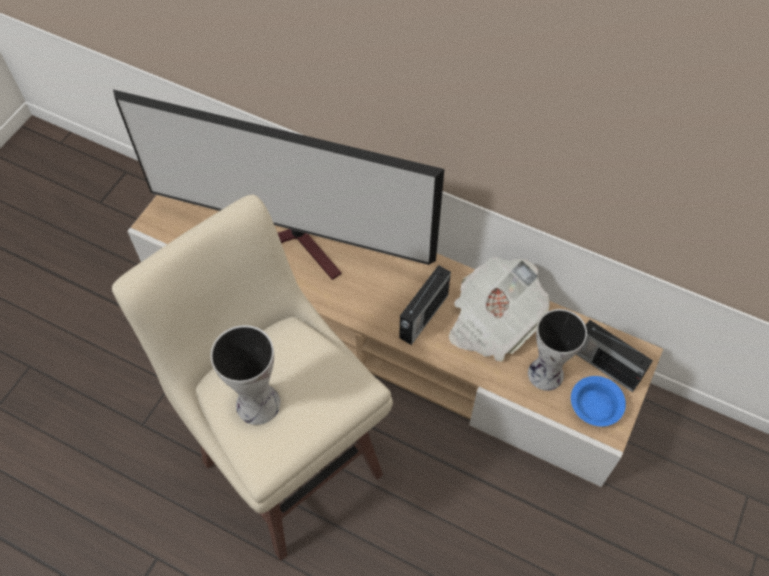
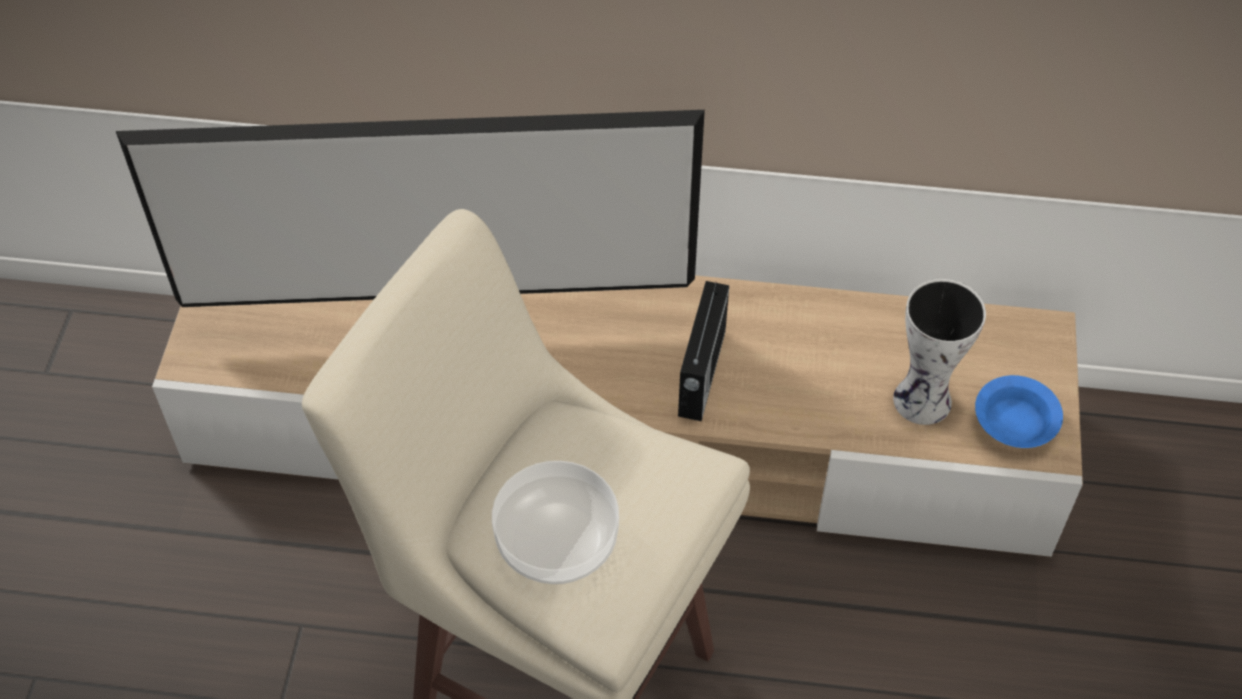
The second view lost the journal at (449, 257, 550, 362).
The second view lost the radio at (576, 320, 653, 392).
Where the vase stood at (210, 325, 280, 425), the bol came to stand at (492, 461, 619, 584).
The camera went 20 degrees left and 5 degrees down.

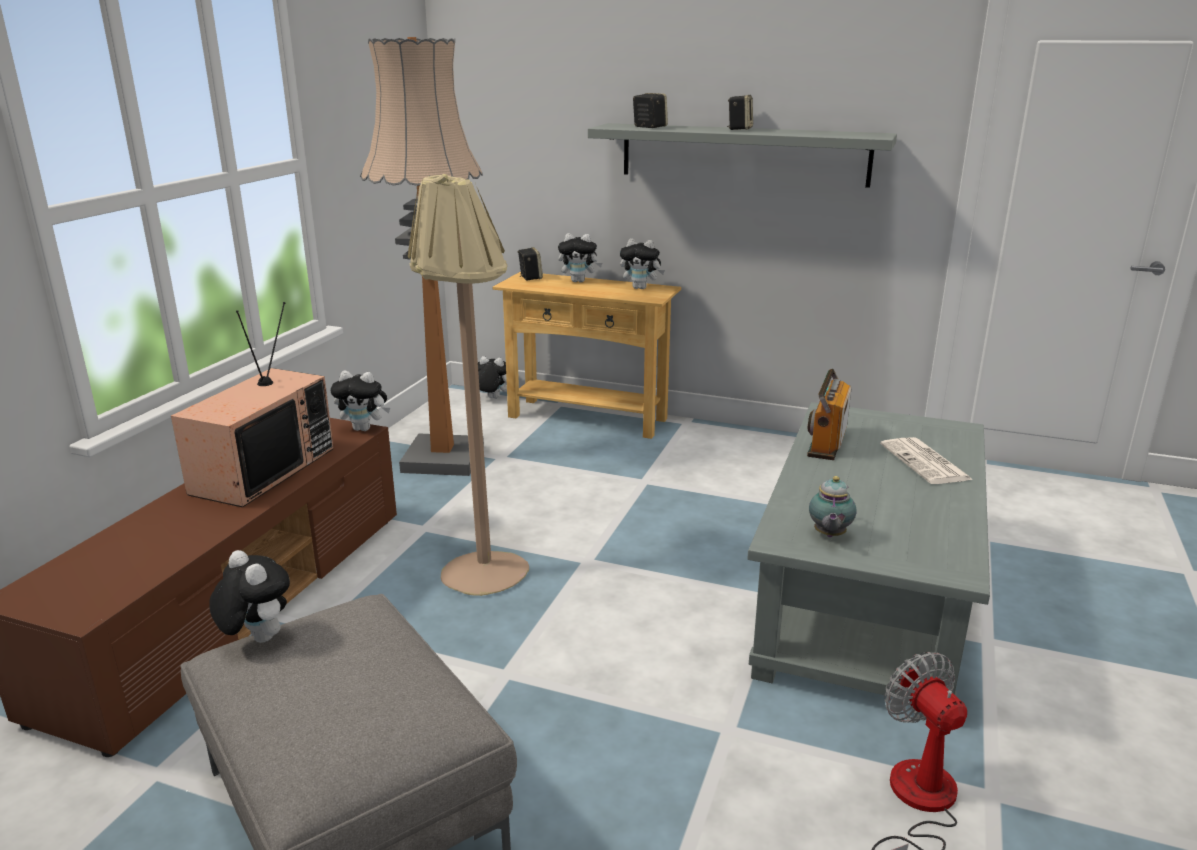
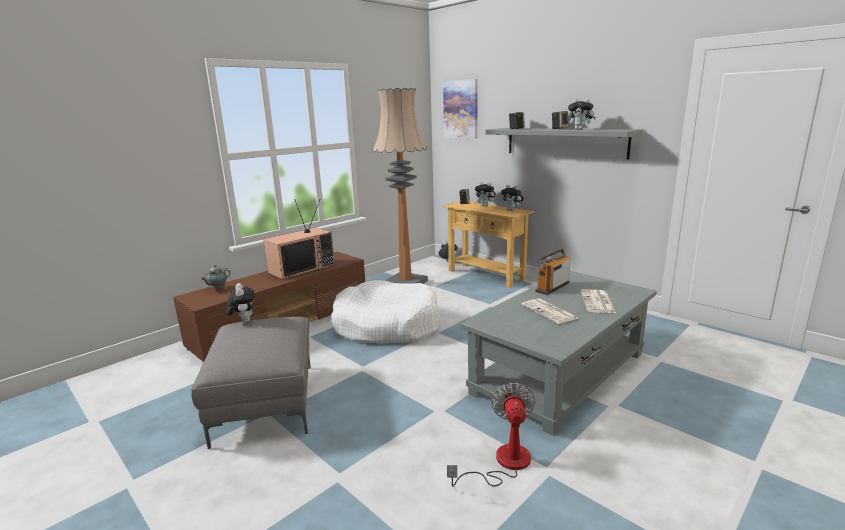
The second view gained the tableau at (443, 79, 477, 139).
The second view gained the journal at (522, 298, 578, 324).
The peluche ended up elsewhere, having gone from (330, 371, 390, 431) to (568, 98, 596, 130).
The théière ended up elsewhere, having gone from (809, 476, 857, 537) to (201, 265, 230, 290).
Where the lampadaire [beige] stood at (408, 174, 529, 596), the panier pour chien [blanc] came to stand at (331, 280, 440, 344).
The camera went 25 degrees right and 5 degrees down.

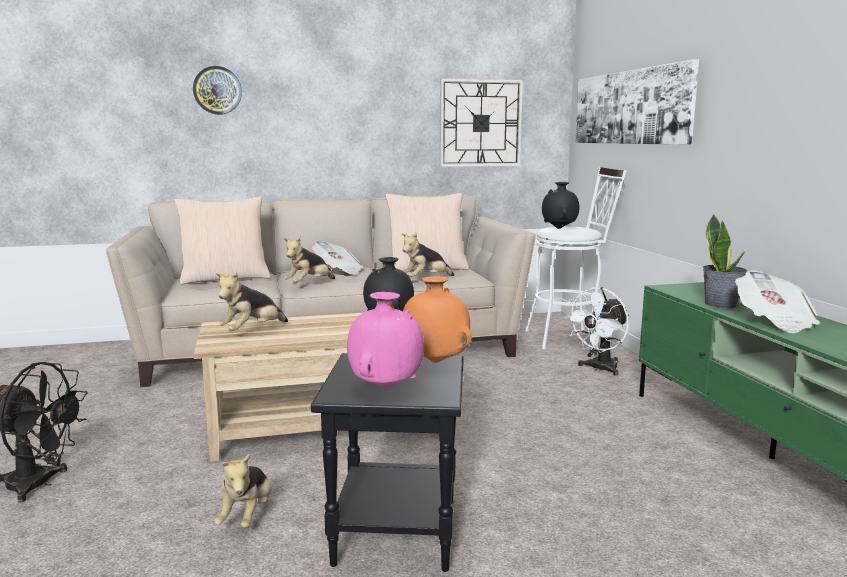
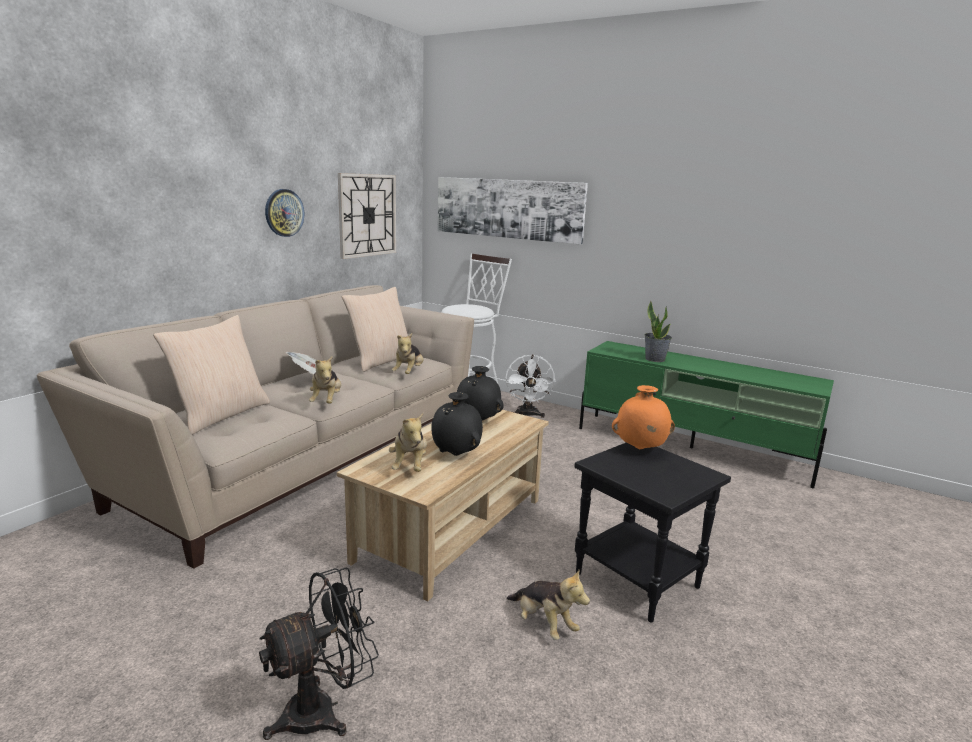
The second view lost the vase [rose] at (347, 292, 424, 388).
The second view lost the journal at (735, 270, 820, 333).
The horloge murale ended up elsewhere, having gone from (193, 66, 242, 115) to (265, 189, 304, 237).
The vase [noir] ended up elsewhere, having gone from (542, 182, 579, 229) to (431, 392, 483, 456).
The camera went 45 degrees left and 5 degrees up.

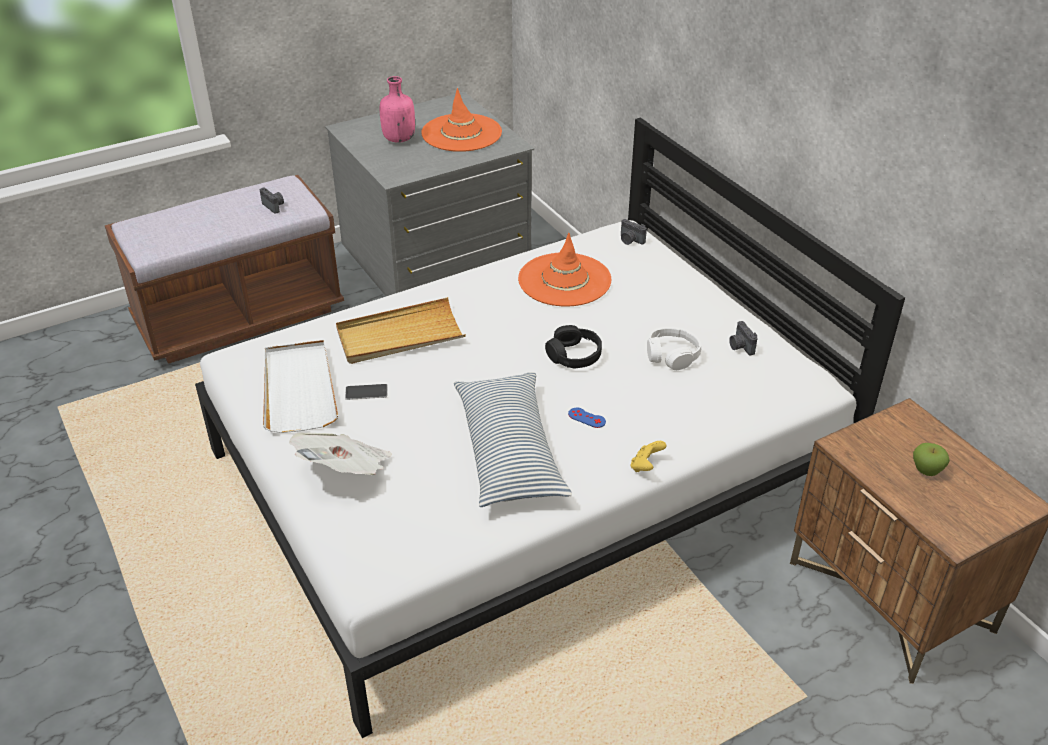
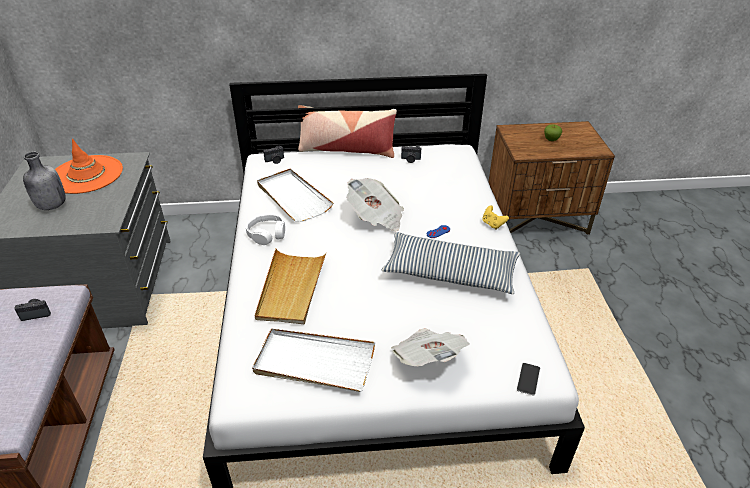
The second view gained the coussin at (298, 105, 397, 158).
The téléphone ended up elsewhere, having gone from (345, 384, 388, 400) to (517, 363, 540, 396).
The casque audio [blanc] ended up elsewhere, having gone from (647, 327, 701, 370) to (246, 214, 285, 245).
Where the chapeau [orange] stood at (518, 233, 611, 307), the plateau [blanc] came to stand at (257, 168, 333, 222).
Where the casque audio [noir] stood at (545, 325, 602, 368), the journal came to stand at (346, 178, 404, 231).
What was the bouteille [rose] at (380, 76, 415, 143) turned into the bouteille [gris] at (23, 152, 66, 210).
The camera went 65 degrees left and 0 degrees up.

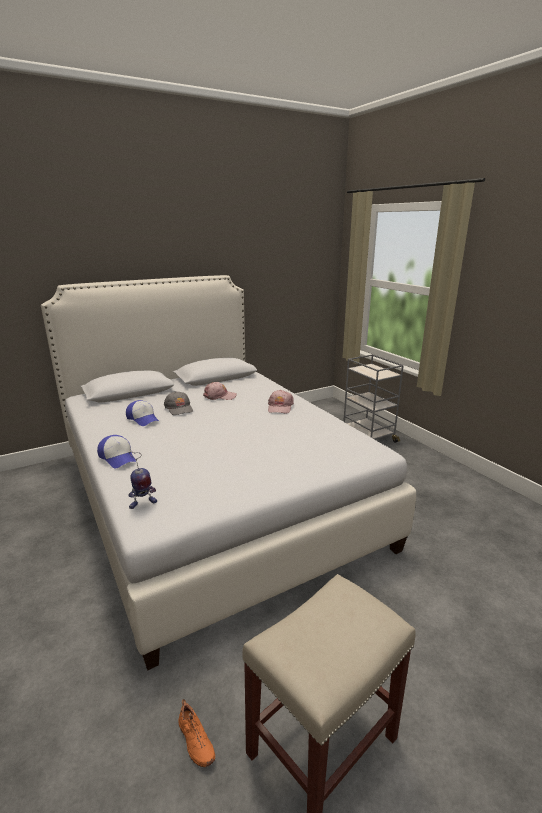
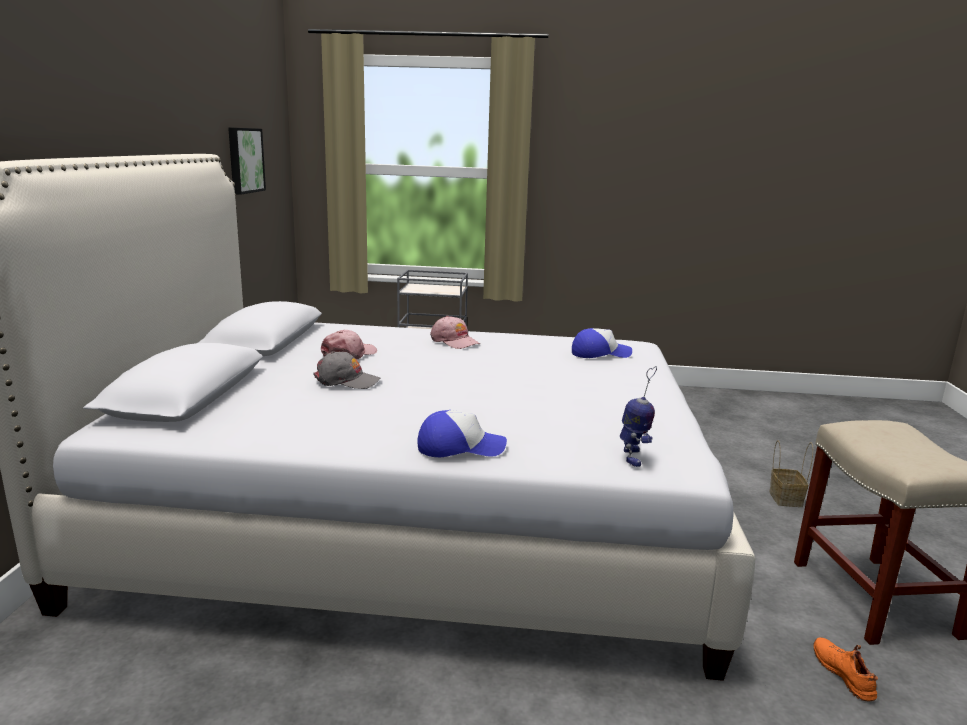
The second view gained the tableau at (228, 127, 266, 195).
The second view gained the panier at (769, 440, 813, 507).
The casquette ended up elsewhere, having gone from (126, 400, 159, 426) to (572, 328, 632, 358).
The chaussure [orange] at (178, 699, 215, 767) ended up facing another way, 105 degrees counterclockwise from before.
The camera went 55 degrees left and 5 degrees down.

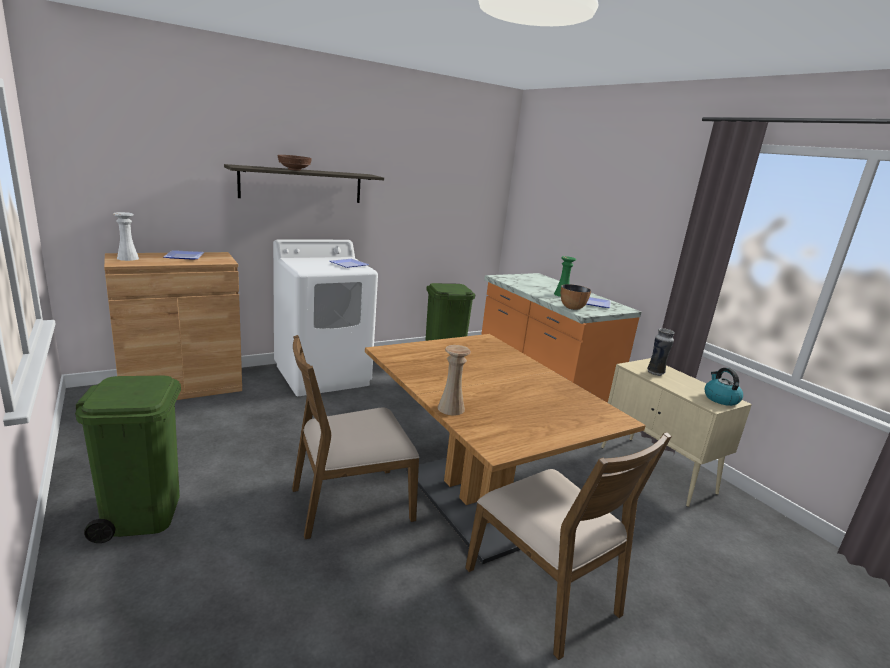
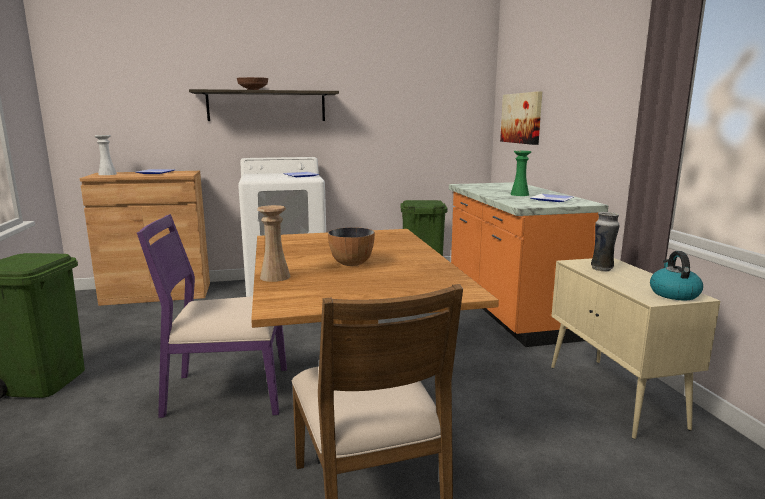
The second view gained the tableau at (500, 91, 542, 145).
The bol ended up elsewhere, having gone from (561, 284, 591, 310) to (328, 227, 375, 266).
What was the chaise [marron] at (292, 335, 419, 539) turned into the chaise [violet] at (137, 214, 287, 418).
The camera went 20 degrees right and 5 degrees down.

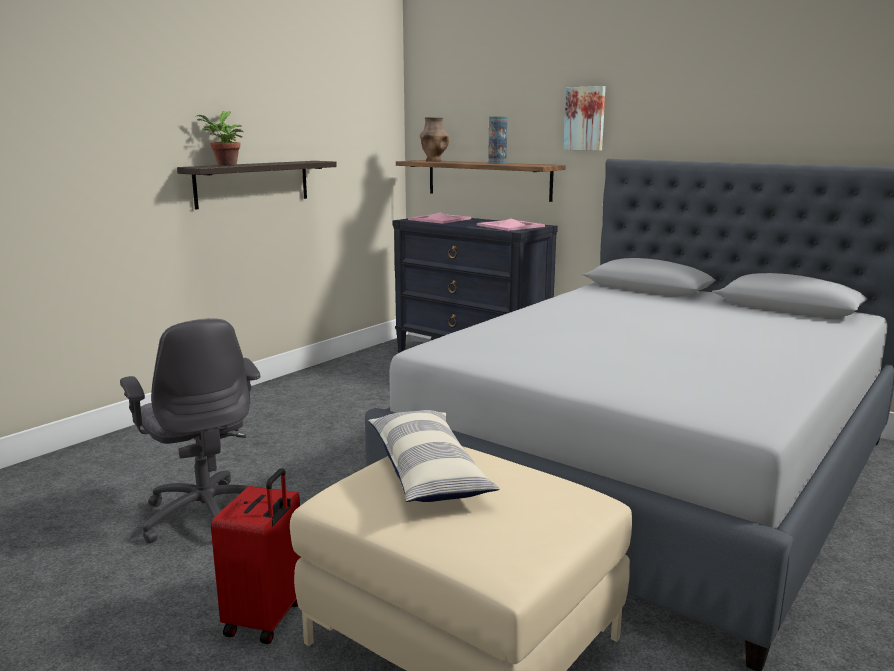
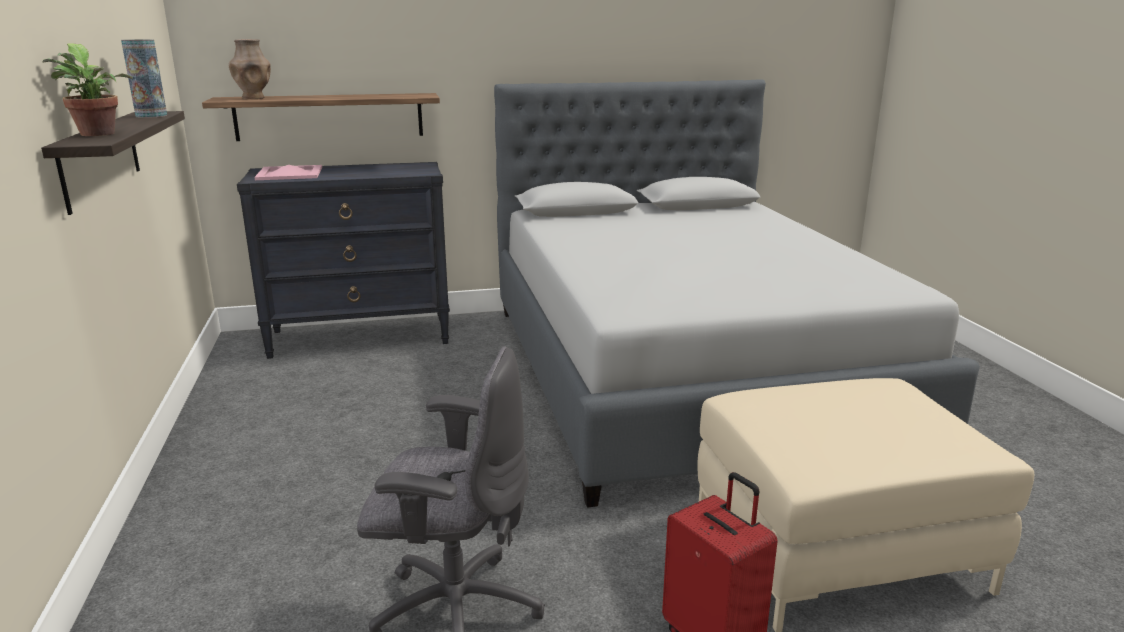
The second view lost the coussin at (368, 410, 500, 502).
The second view lost the plateau [rose] at (477, 219, 545, 231).
The second view lost the tableau at (564, 86, 606, 151).
The vase ended up elsewhere, having gone from (488, 116, 507, 164) to (121, 39, 167, 118).
The camera went 50 degrees left and 5 degrees up.

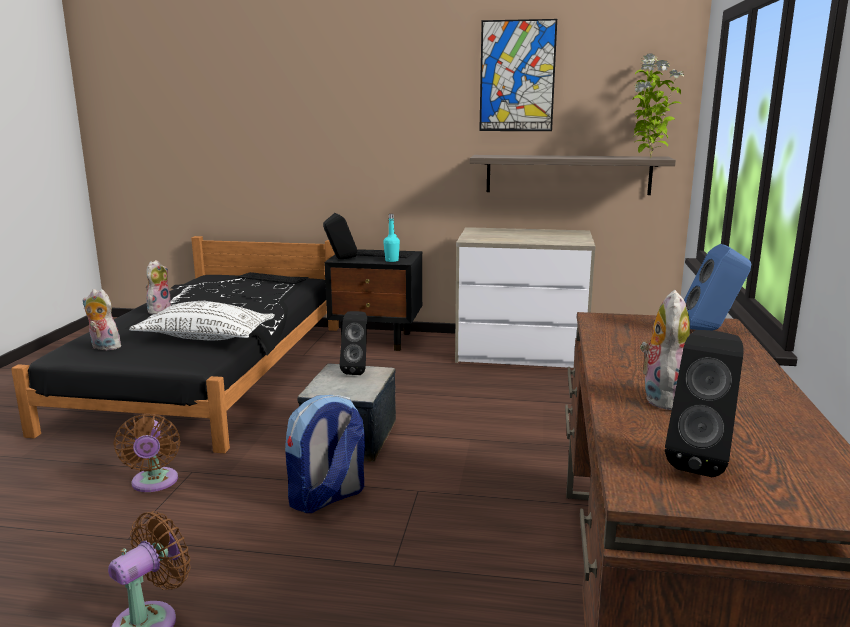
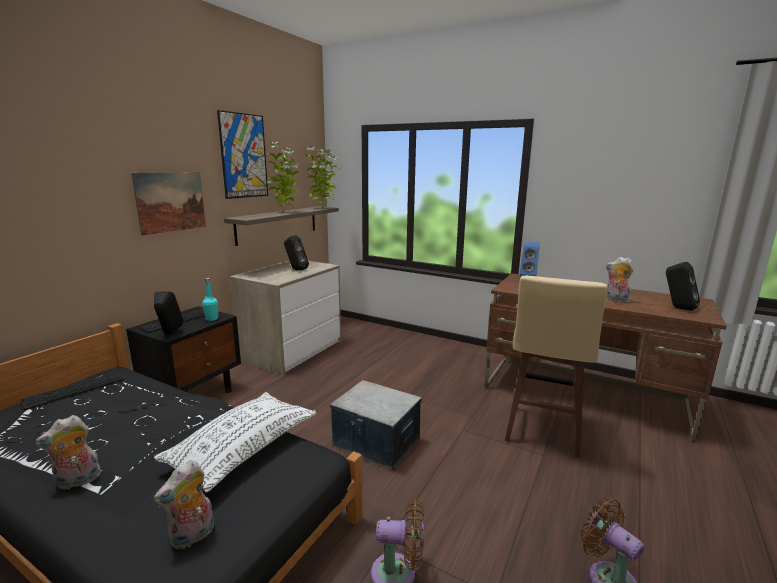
The second view lost the sac à dos at (285, 395, 365, 513).
The second view gained the tableau at (131, 172, 206, 236).
The second view gained the plante en pot at (267, 142, 299, 212).
The second view gained the tabouret [beige] at (505, 276, 608, 458).
The enceinte [noir] ended up elsewhere, having gone from (340, 311, 367, 375) to (284, 235, 309, 270).
The peluche at (146, 260, 171, 314) ended up facing another way, 75 degrees counterclockwise from before.
The camera went 70 degrees left and 0 degrees up.

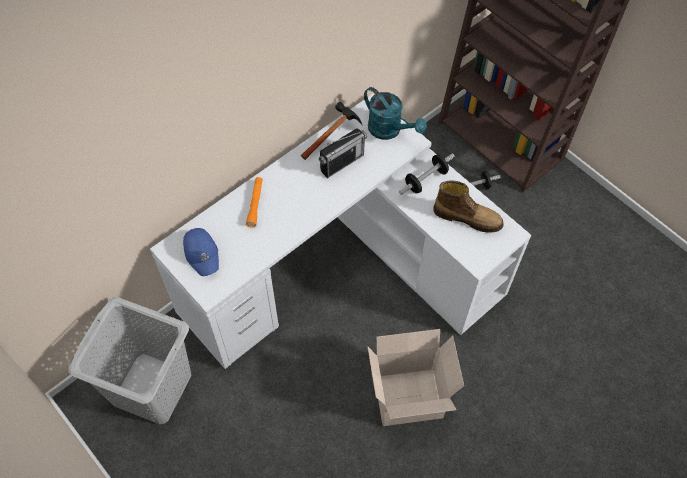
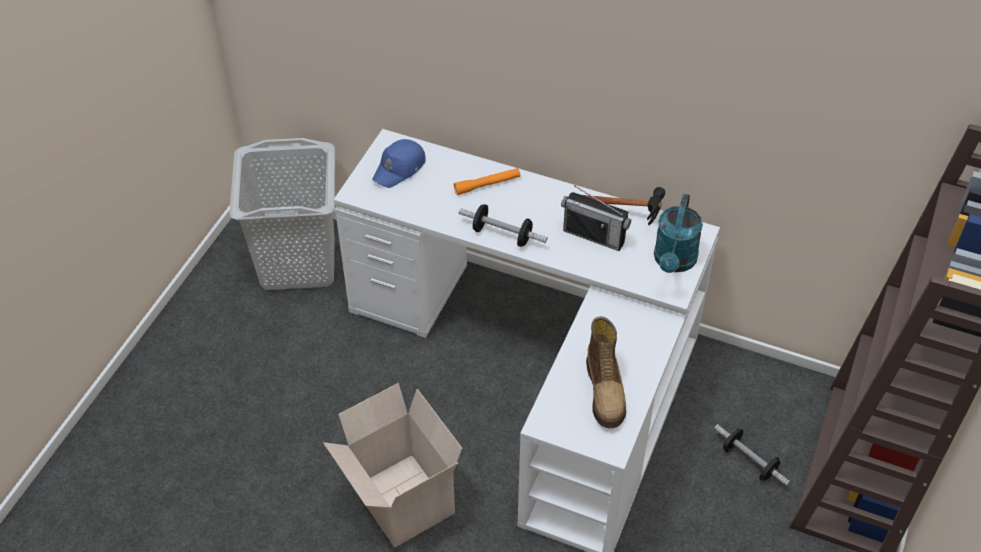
The haltère ended up elsewhere, having gone from (399, 153, 455, 195) to (458, 204, 548, 247).
The camera went 65 degrees right and 10 degrees down.

